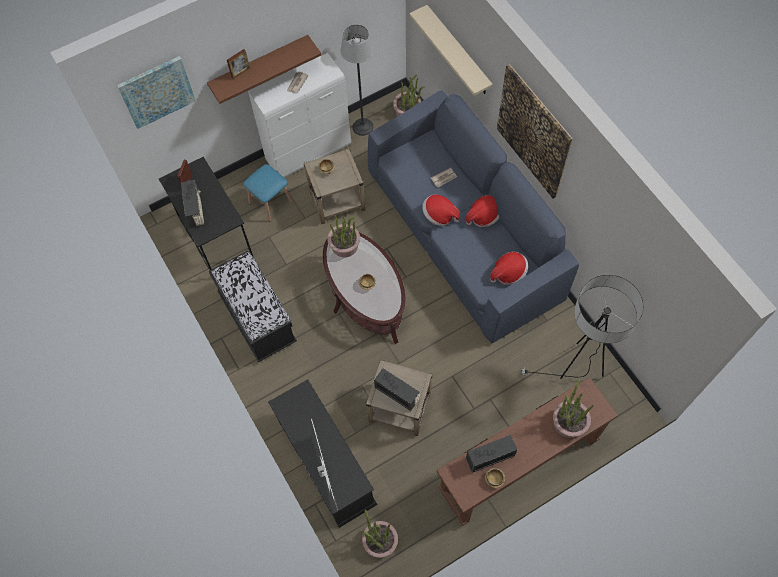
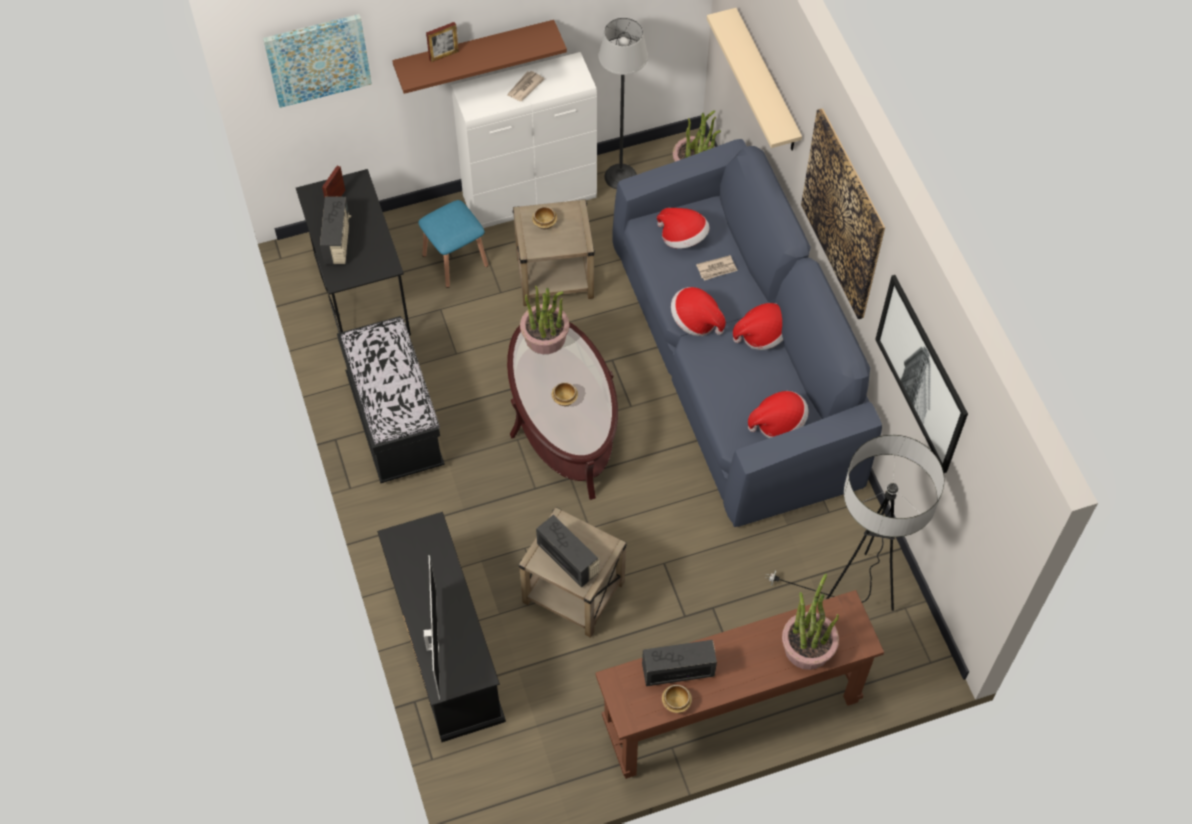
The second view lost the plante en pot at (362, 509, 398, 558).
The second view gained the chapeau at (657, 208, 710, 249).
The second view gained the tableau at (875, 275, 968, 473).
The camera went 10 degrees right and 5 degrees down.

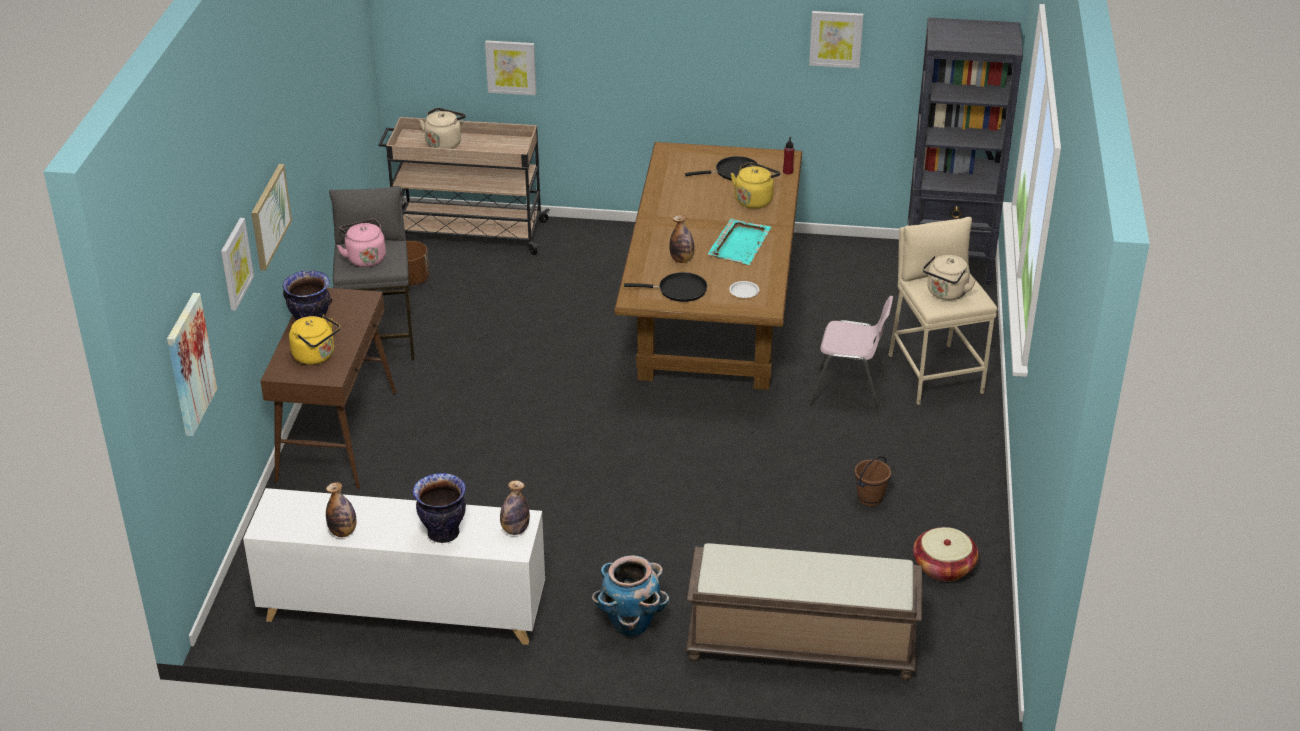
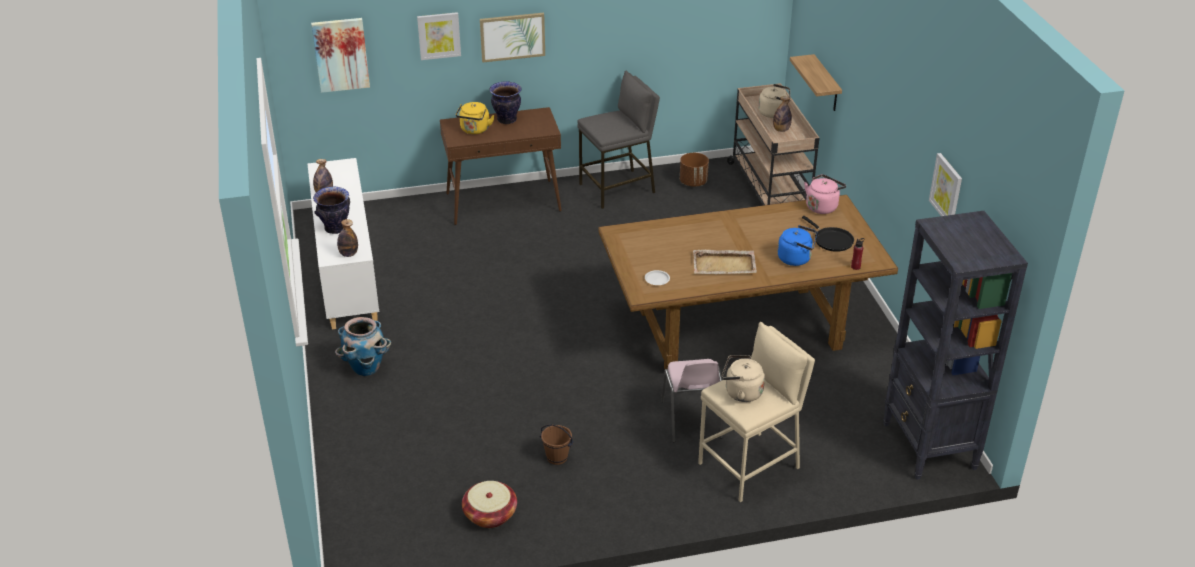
The second view lost the poêle [noir] at (624, 272, 707, 302).
The second view lost the banc [marron] at (686, 543, 922, 680).
The bouilloire [rose] ended up elsewhere, having gone from (337, 219, 386, 267) to (804, 174, 846, 214).
The bouteille ended up elsewhere, having gone from (669, 215, 694, 263) to (773, 96, 792, 132).
Where the tableau hung at (485, 40, 536, 95), the étagère came to hang at (790, 54, 842, 111).
What was the plateau [turquoise] at (708, 218, 771, 265) turned into the plateau [beige] at (693, 250, 757, 274).
What was the bouilloire [jaune] at (731, 162, 780, 209) turned into the bouilloire [bleu] at (778, 225, 817, 266).
The camera went 70 degrees right and 0 degrees up.

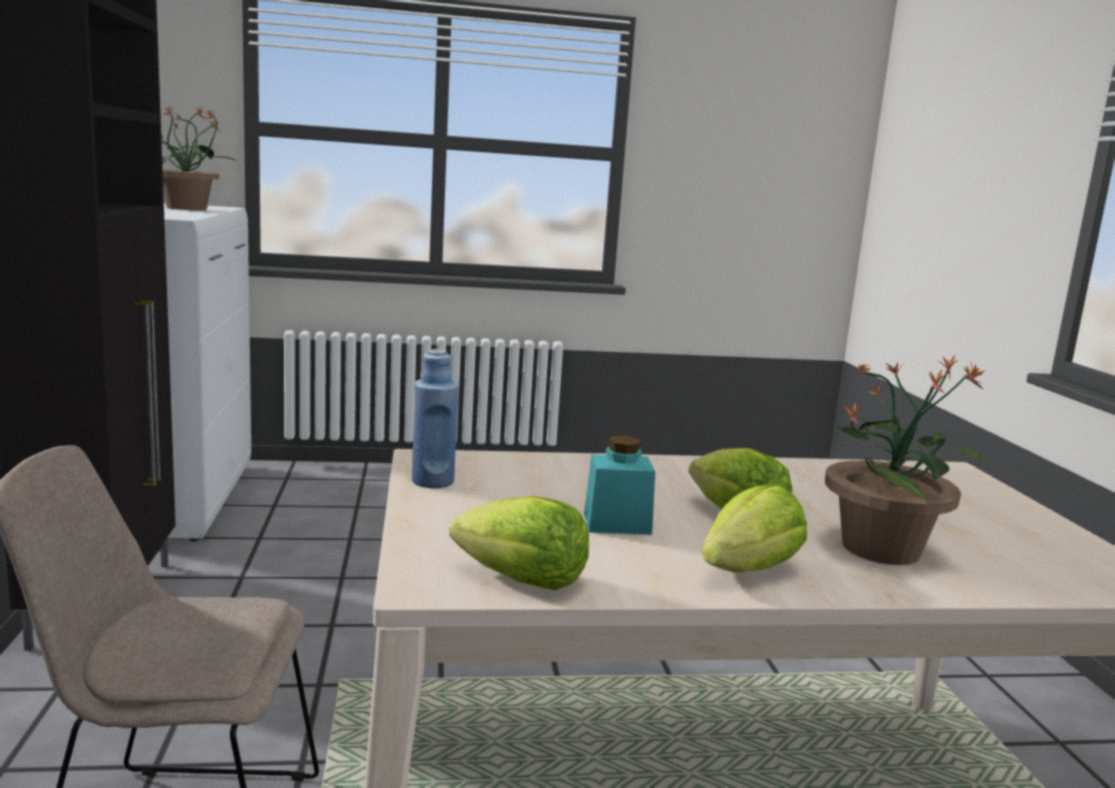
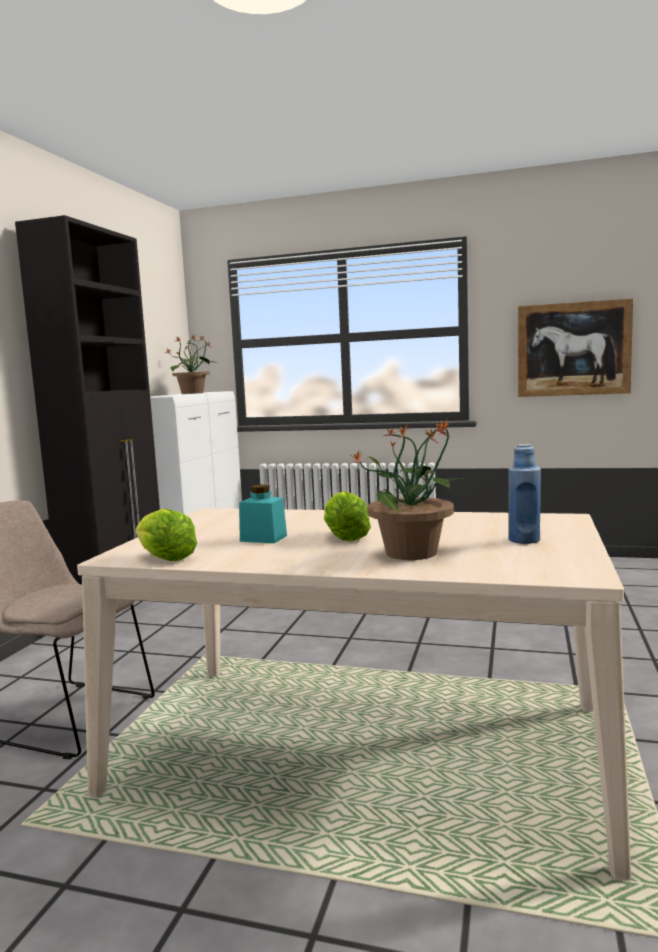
The second view lost the laitue at (702, 484, 807, 573).
The second view gained the tableau at (518, 298, 633, 397).
The bouteille [bleu] ended up elsewhere, having gone from (412, 349, 459, 488) to (508, 444, 541, 544).
The camera went 25 degrees right and 5 degrees down.

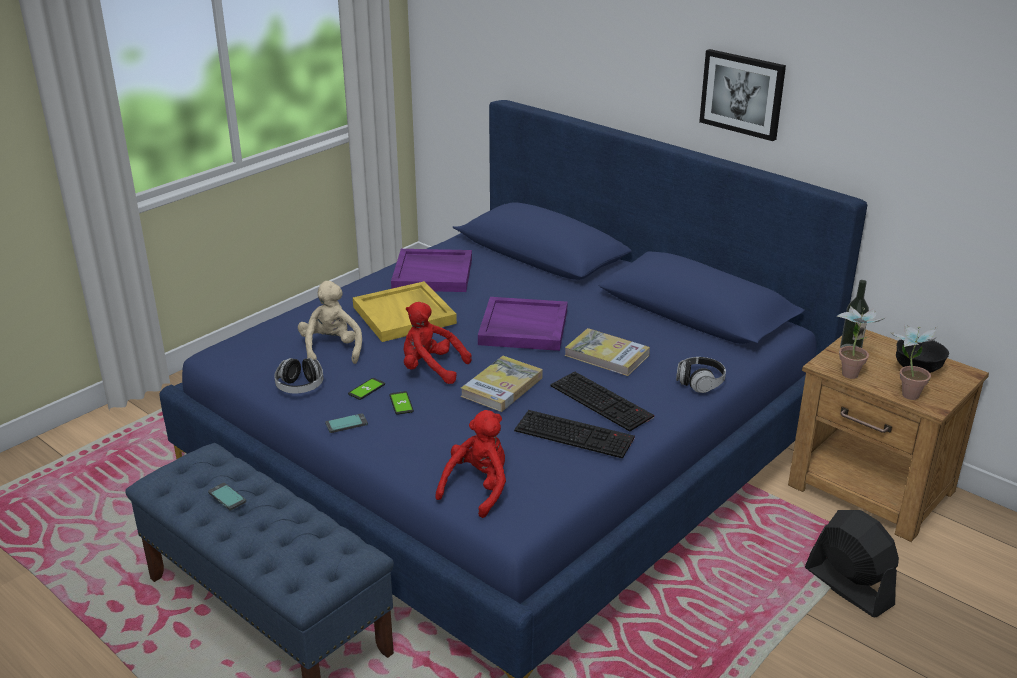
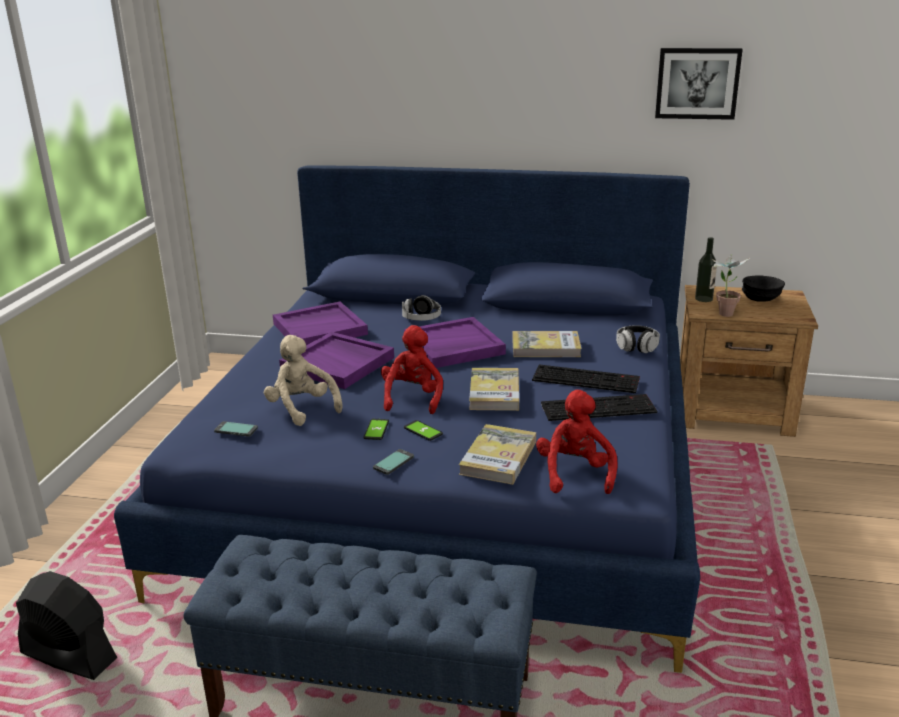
The second view lost the plante en pot at (890, 324, 938, 400).
The second view gained the livre at (459, 424, 536, 485).
The téléphone ended up elsewhere, having gone from (208, 483, 246, 510) to (214, 421, 258, 437).
The casque audio ended up elsewhere, having gone from (274, 358, 324, 394) to (402, 295, 441, 321).
The tableau ended up elsewhere, having gone from (699, 49, 786, 141) to (655, 48, 743, 120).
The ventilateur [noir] ended up elsewhere, having gone from (805, 510, 899, 617) to (16, 571, 117, 680).
What was the plateau [jaune] at (353, 281, 457, 342) turned into the plateau [violet] at (279, 332, 394, 389).
The peluche [rouge] at (404, 302, 472, 384) ended up facing another way, 105 degrees clockwise from before.
The camera went 30 degrees left and 5 degrees down.

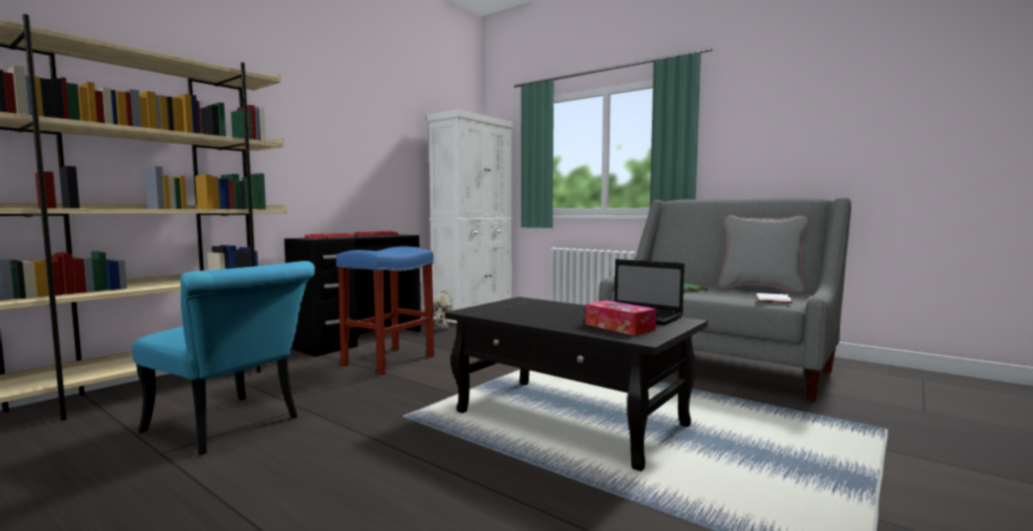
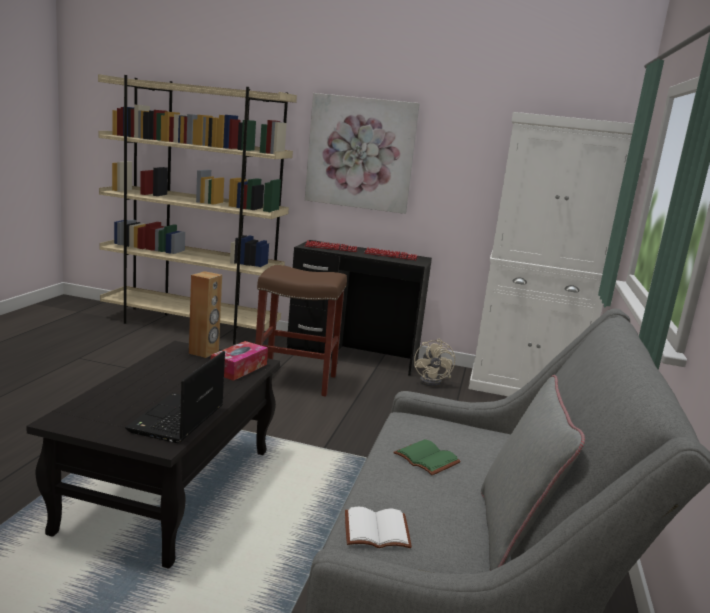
The second view lost the chaise [turquoise] at (132, 261, 315, 455).
The second view gained the enceinte [marron] at (189, 271, 222, 358).
The second view gained the tableau at (305, 93, 420, 214).
The boîte à mouchoirs ended up elsewhere, having gone from (585, 300, 656, 336) to (211, 341, 268, 381).
What was the tabouret [bleu] at (336, 246, 434, 375) turned into the tabouret [marron] at (255, 265, 347, 397).
The camera went 65 degrees right and 10 degrees up.

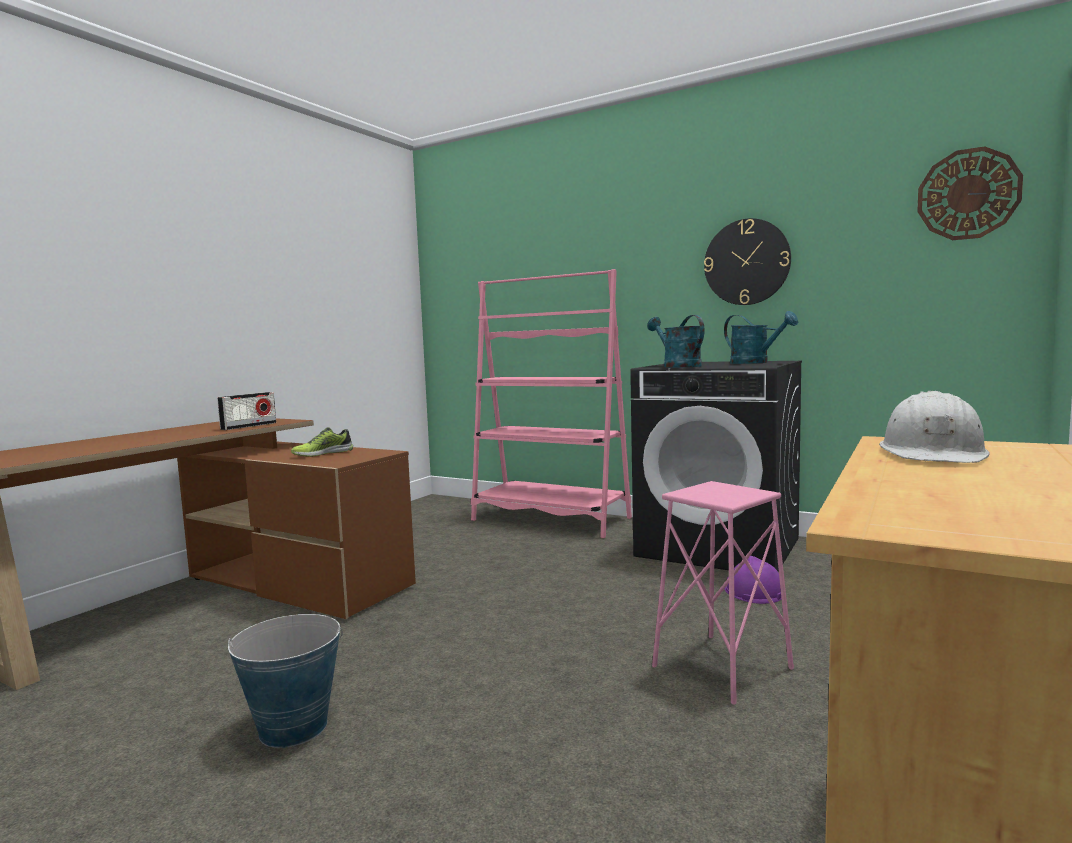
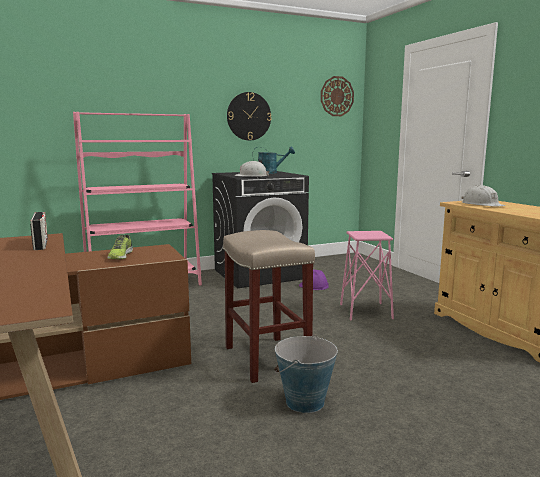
The second view gained the tabouret [beige] at (223, 230, 315, 383).
Where the arrosoir [turquoise] stood at (647, 315, 705, 368), the casque de chantier [blanc] came to stand at (235, 161, 269, 177).
The camera went 55 degrees left and 5 degrees up.

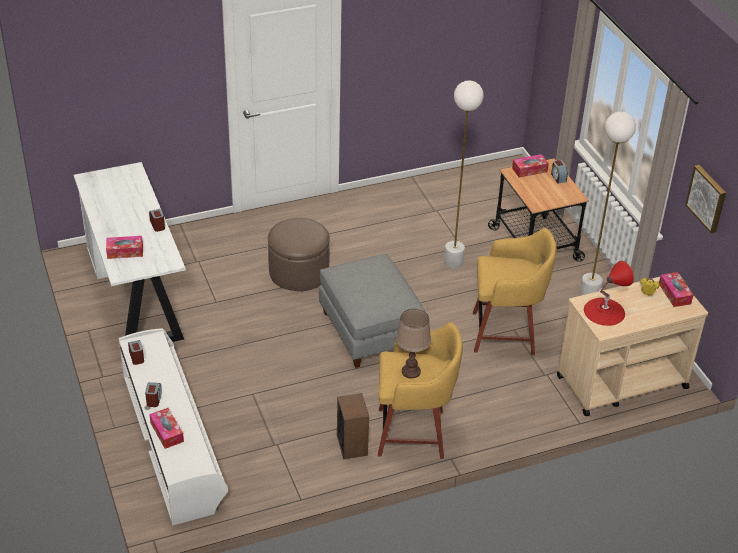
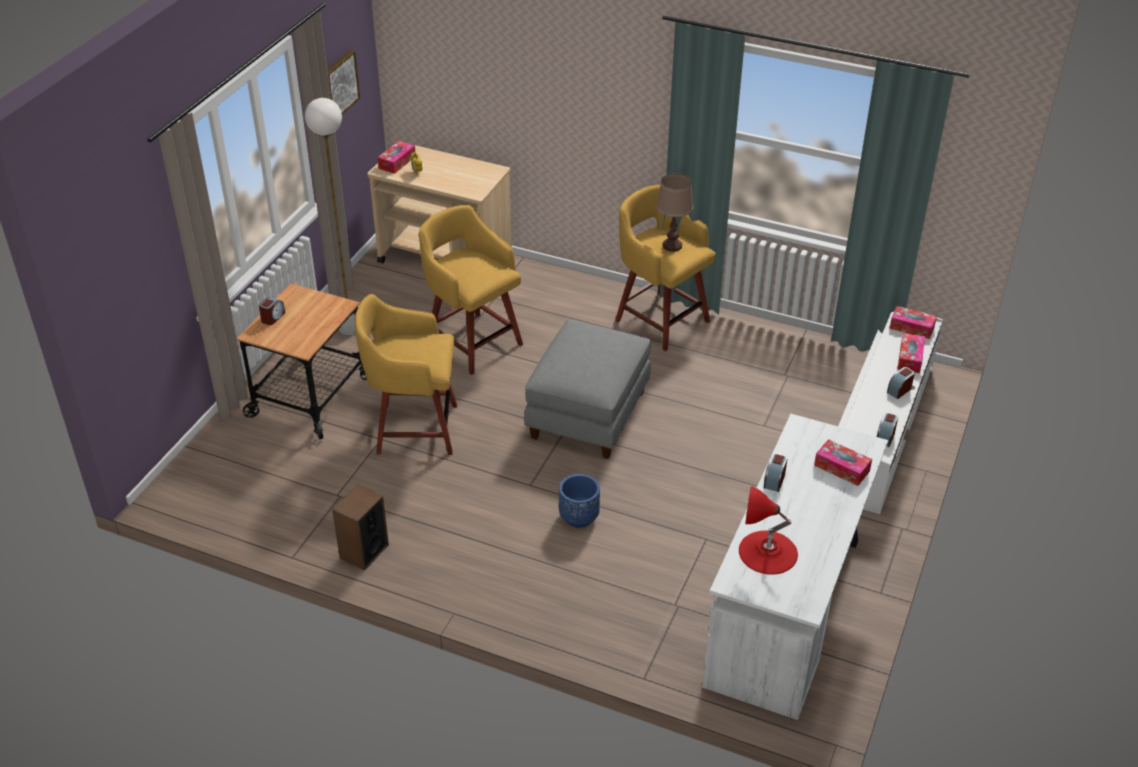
The enceinte ended up elsewhere, having gone from (337, 393, 369, 459) to (332, 484, 389, 571).
The boîte à mouchoirs ended up elsewhere, having gone from (512, 154, 549, 178) to (889, 306, 937, 339).
The lampe de table [rouge] ended up elsewhere, having gone from (584, 261, 634, 326) to (739, 486, 798, 575).
Where the pouf [marron] stood at (268, 218, 330, 291), the cache-pot [bleu] came to stand at (559, 474, 600, 528).
Where the lampadaire [blanc] stood at (444, 81, 484, 269), the tabouret [jaune] came to stand at (354, 294, 457, 455).
The camera went 135 degrees left and 0 degrees up.

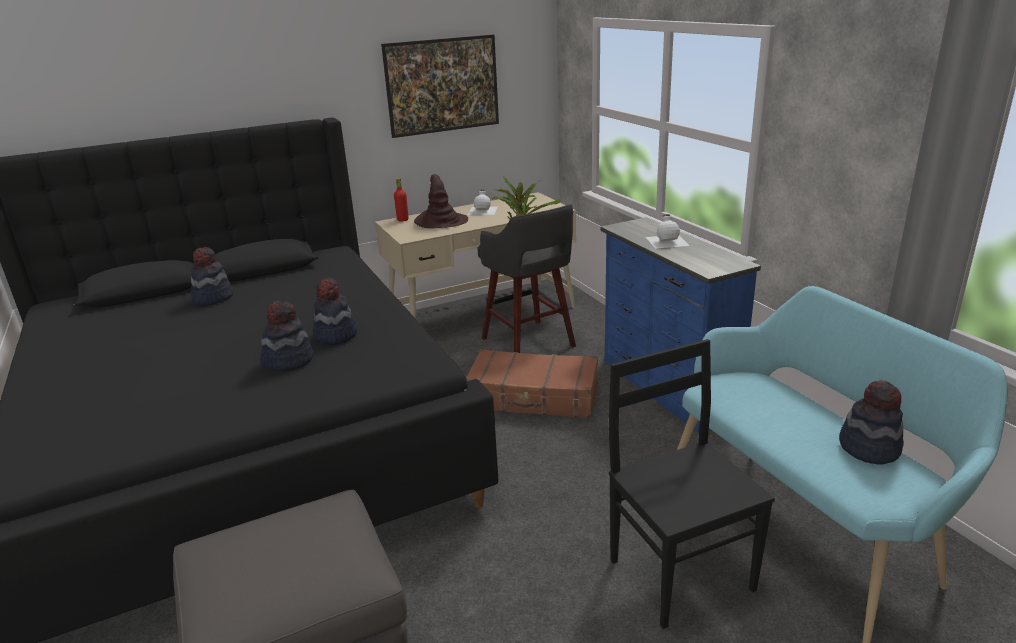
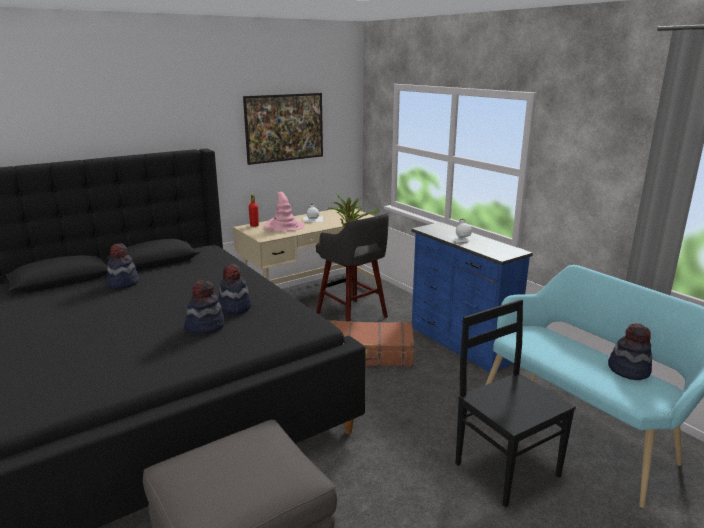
What was the chapeau [marron] at (414, 174, 468, 228) turned into the chapeau [rose] at (264, 192, 305, 231).
The camera went 10 degrees left and 5 degrees down.

